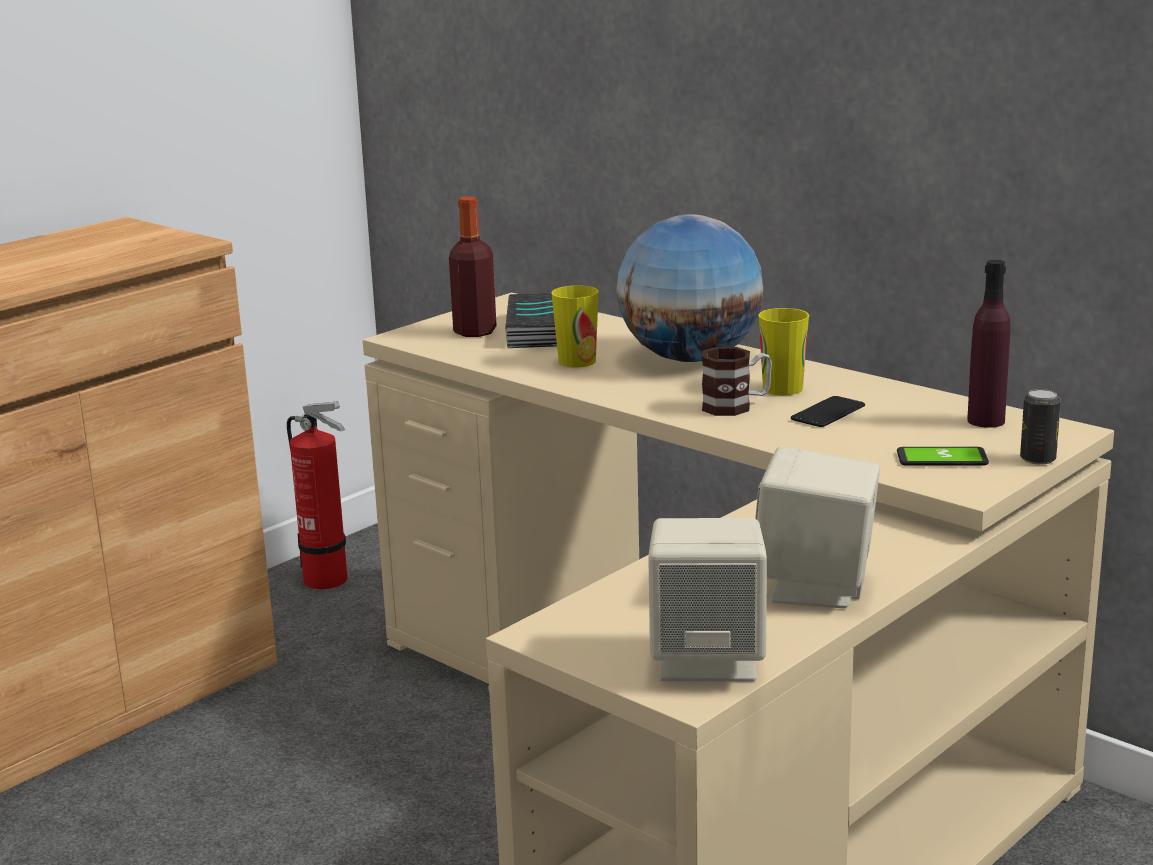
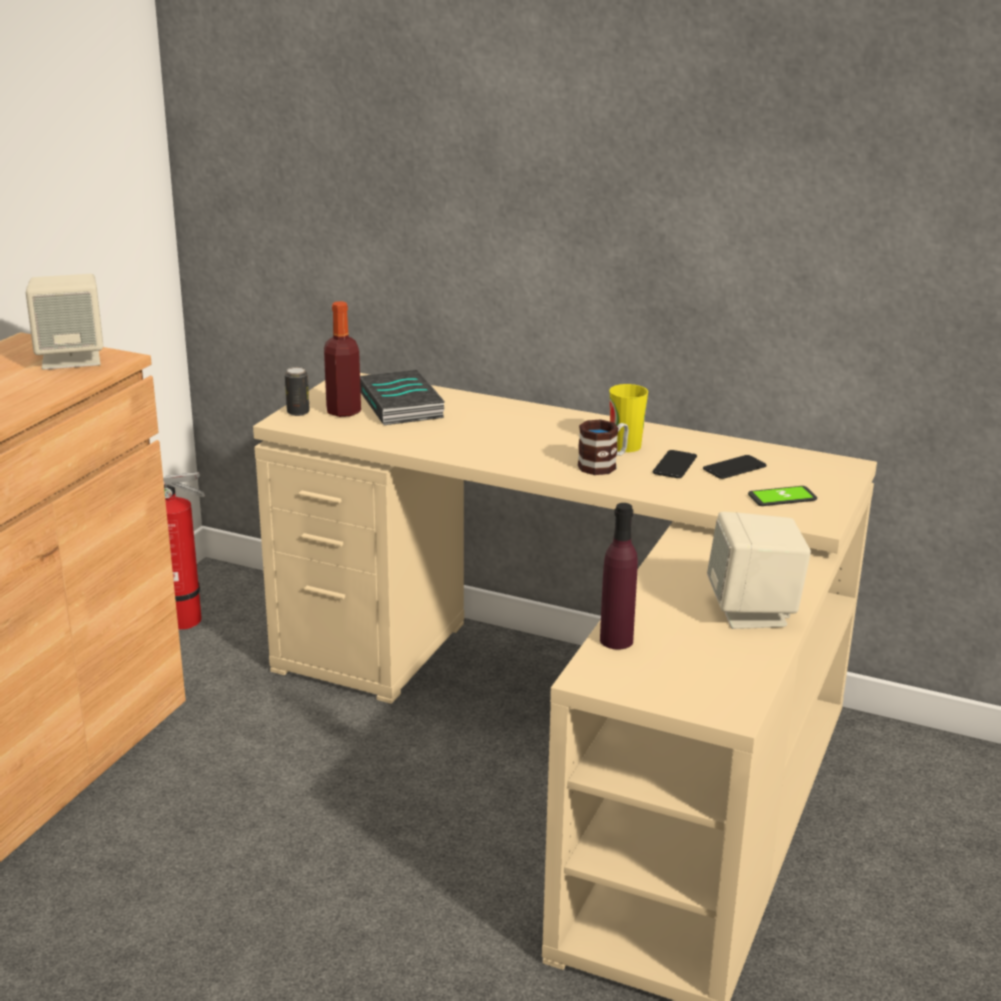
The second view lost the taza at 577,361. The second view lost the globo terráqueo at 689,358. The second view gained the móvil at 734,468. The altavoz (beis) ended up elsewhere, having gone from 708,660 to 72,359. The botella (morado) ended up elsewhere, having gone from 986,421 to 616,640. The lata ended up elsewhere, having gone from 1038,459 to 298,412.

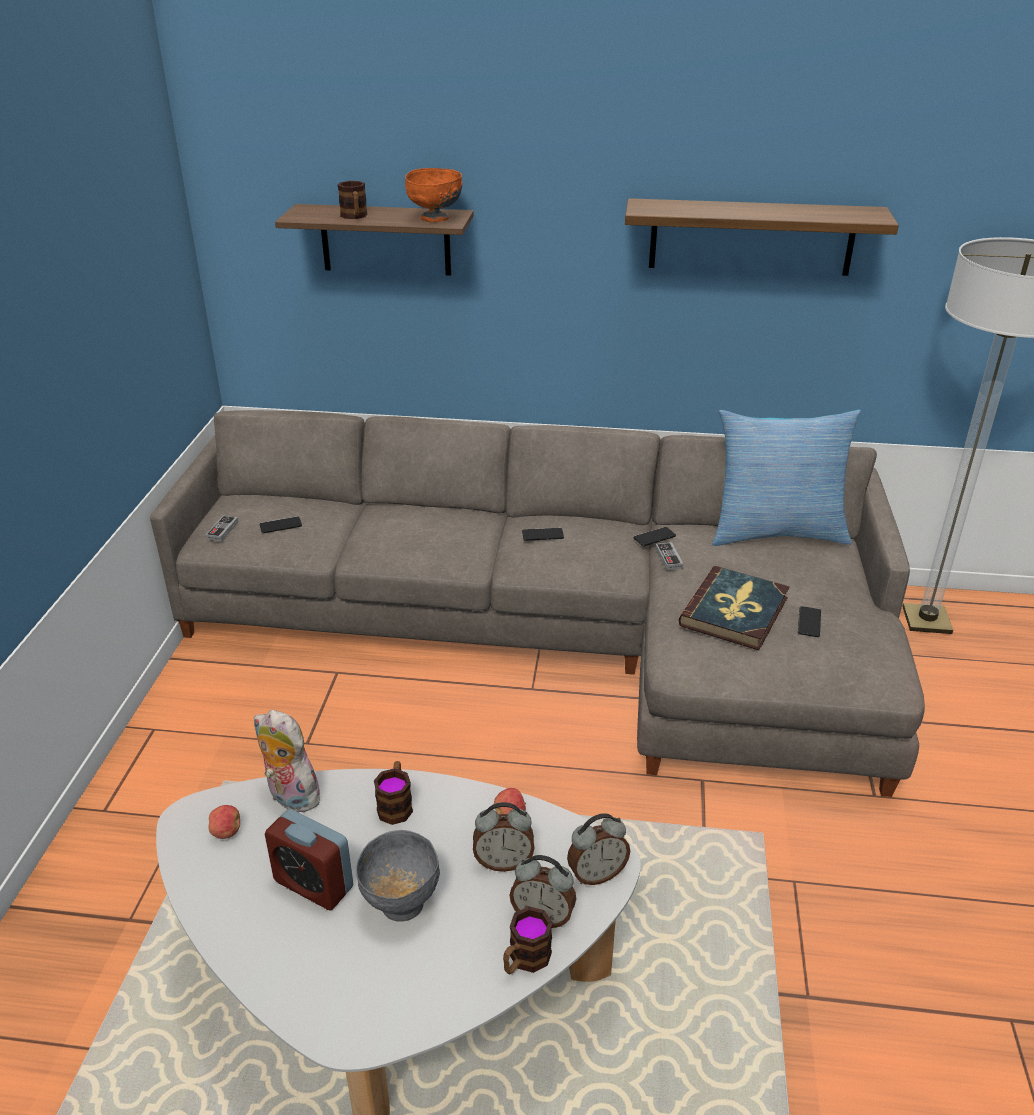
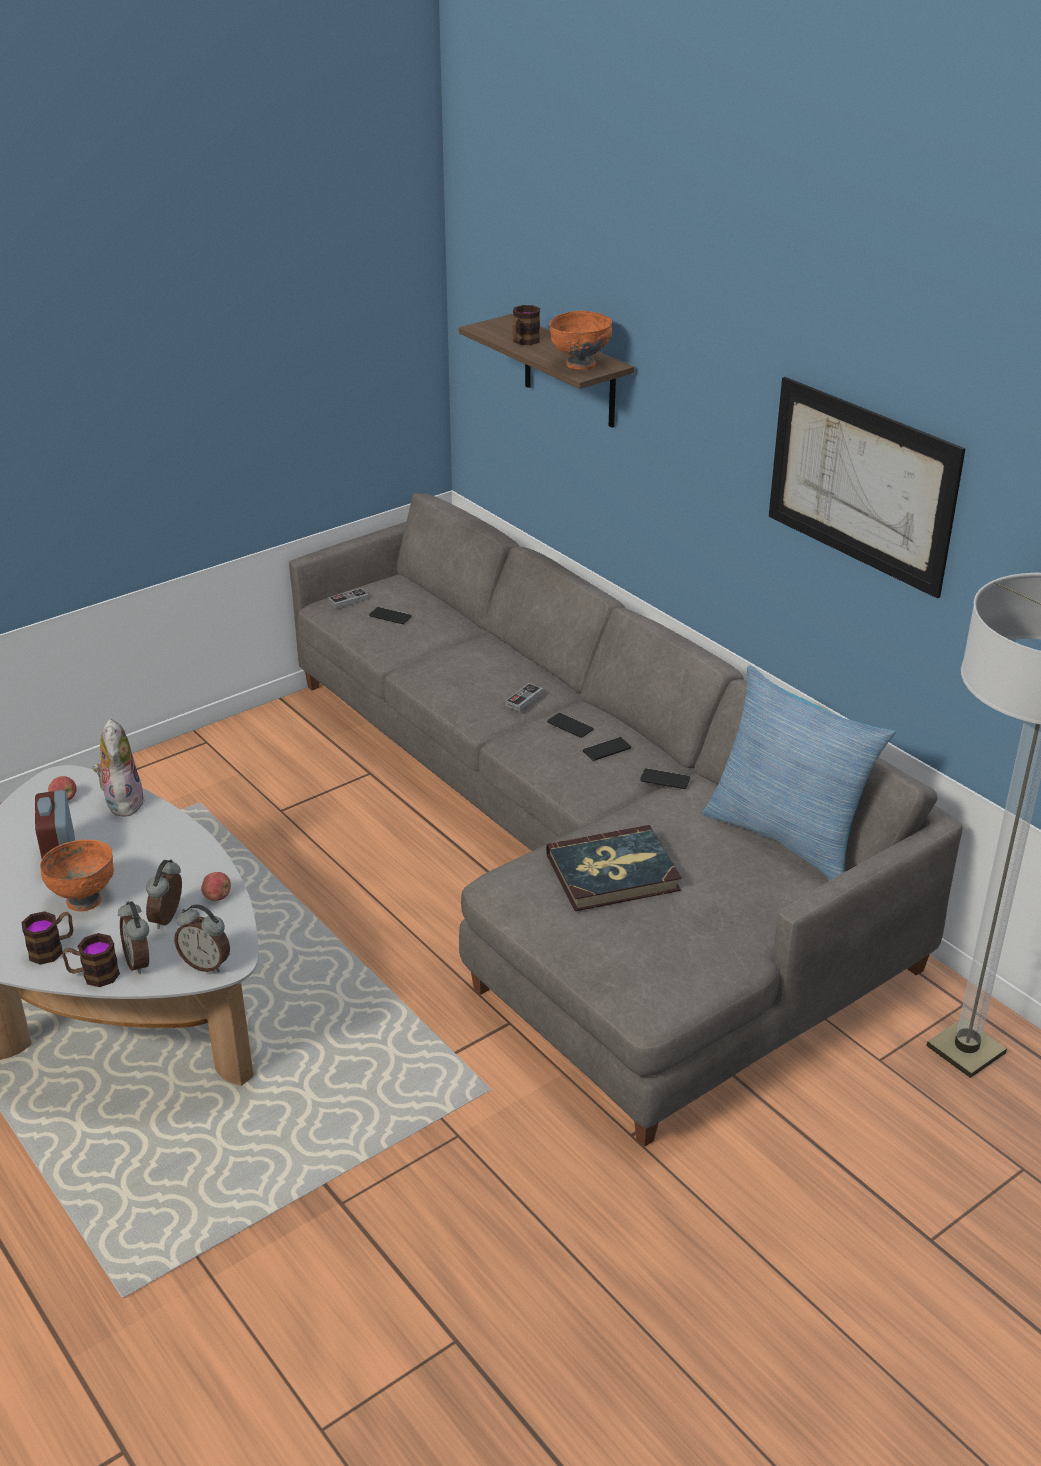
The taza grande ended up elsewhere, having gone from 396,804 to 52,949. The mando de consola ended up elsewhere, having gone from 668,558 to 524,699. The móvil ended up elsewhere, having gone from 809,622 to 606,749. Where the estante hung at 751,237, the cuadro came to hang at 861,484. What was the cuenco (gris) at 400,903 turned into the cuenco (naranja) at 84,899. The despertador at 503,862 ended up facing another way, 60 degrees clockwise from before.

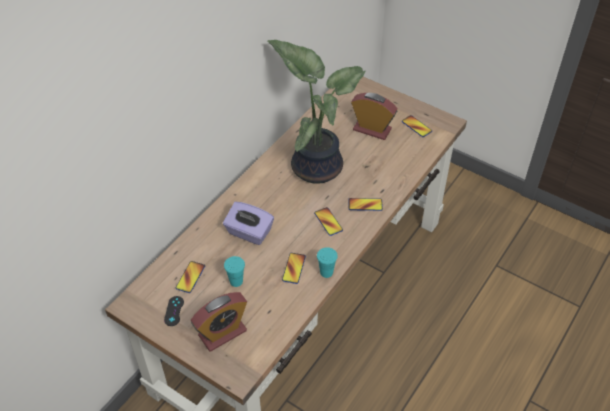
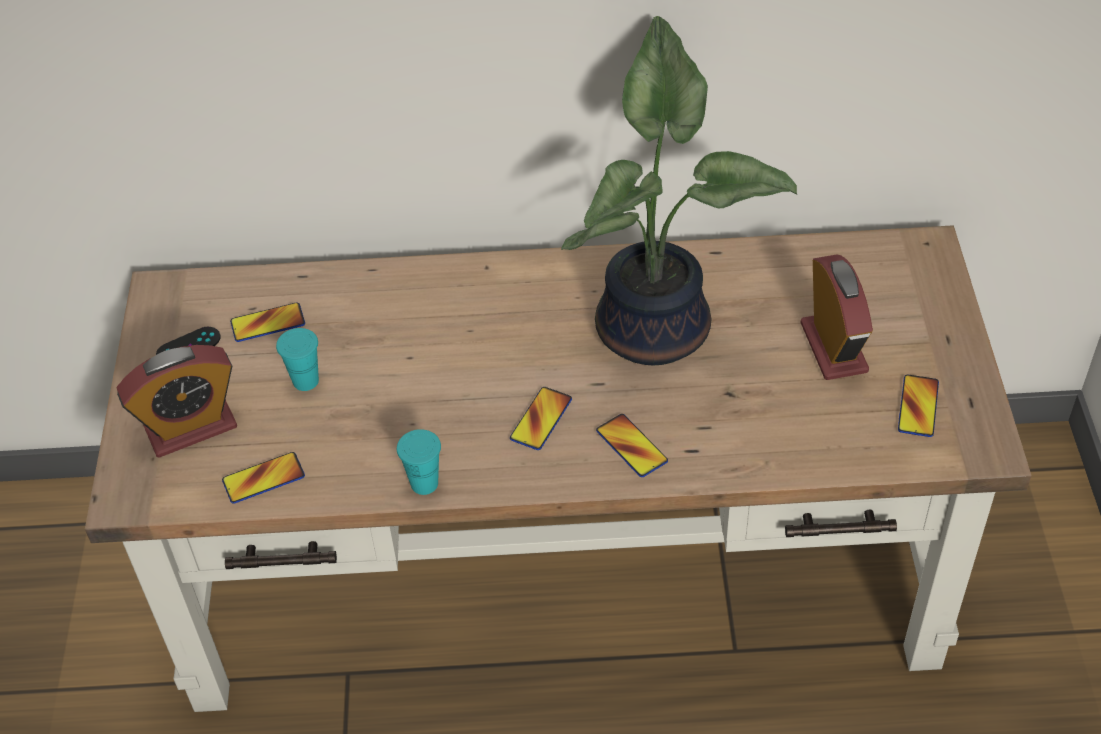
The second view lost the caja de pañuelos (morado) at 249,233. The móvil ended up elsewhere, having gone from 294,268 to 263,479. The despertador at 222,333 ended up facing another way, 45 degrees counterclockwise from before.

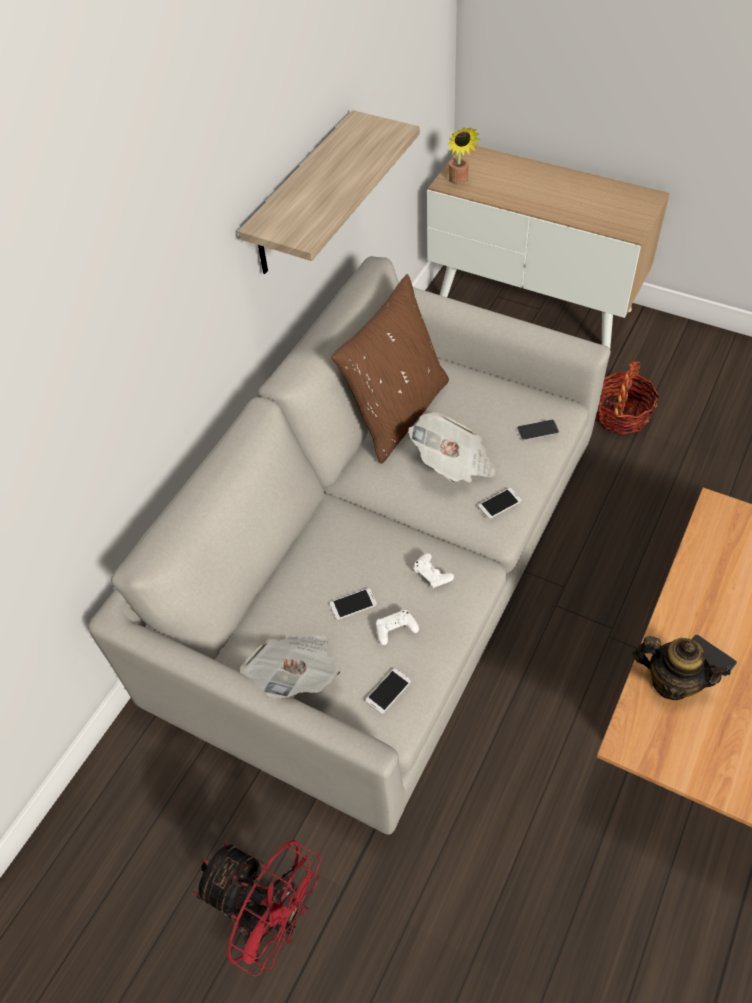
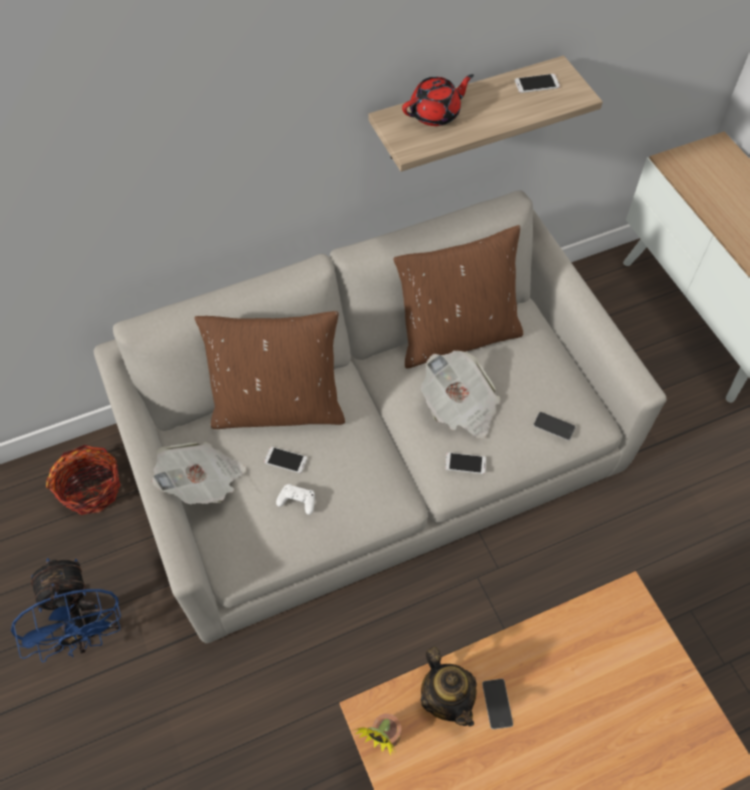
The second view lost the mando de consola (blanco) at 432,574. The second view gained the cojín (marrón) at 278,407. The second view gained the tetera (rojo) at 436,114. The móvil ended up elsewhere, having gone from 388,691 to 537,84. The planta en maceta ended up elsewhere, having gone from 459,181 to 383,740. The cesta ended up elsewhere, having gone from 621,414 to 91,488. What was the ventilador (rojo) at 269,919 turned into the ventilador (azul) at 87,633.

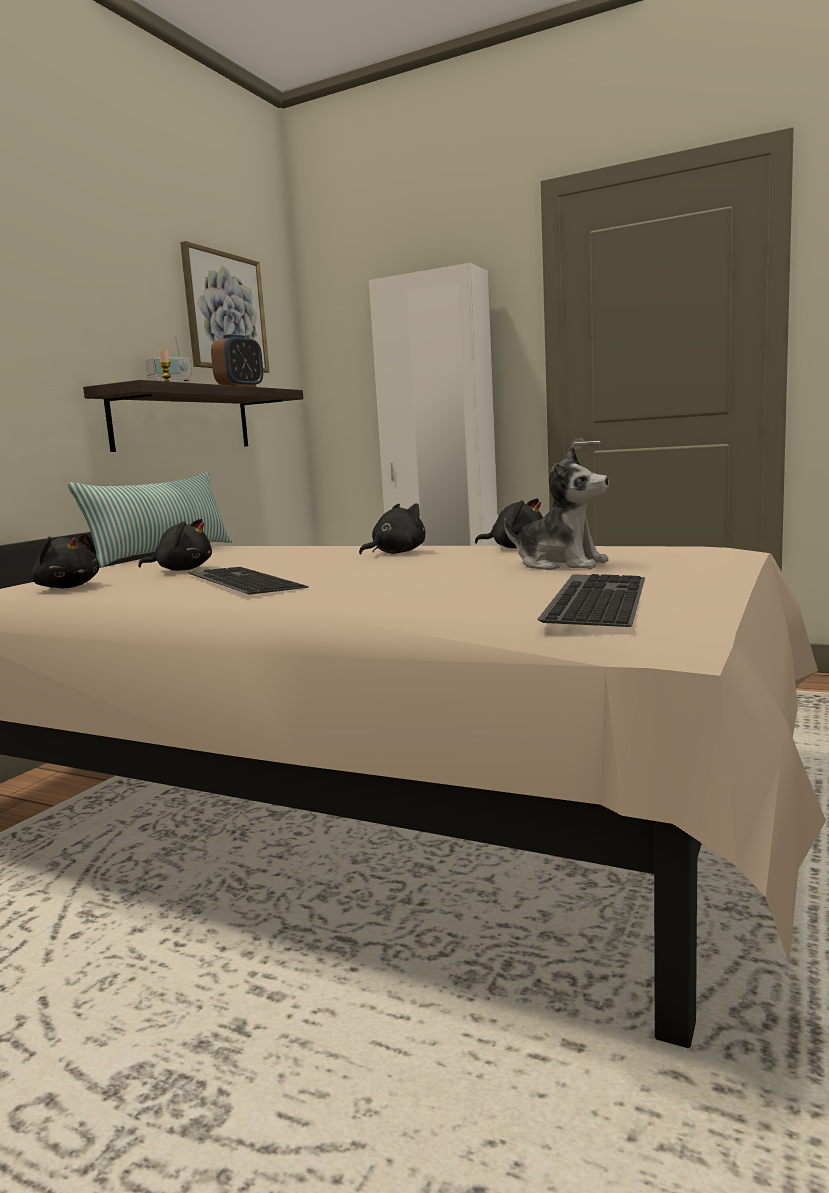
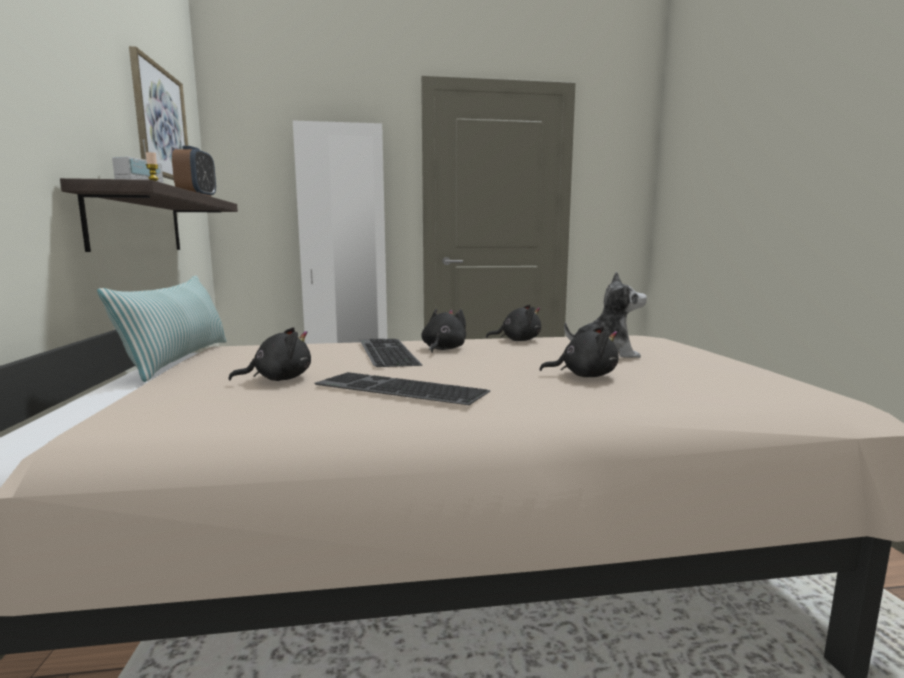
The peluche (negro) ended up elsewhere, having gone from 67,587 to 584,375. The teclado ended up elsewhere, having gone from 593,598 to 384,352.

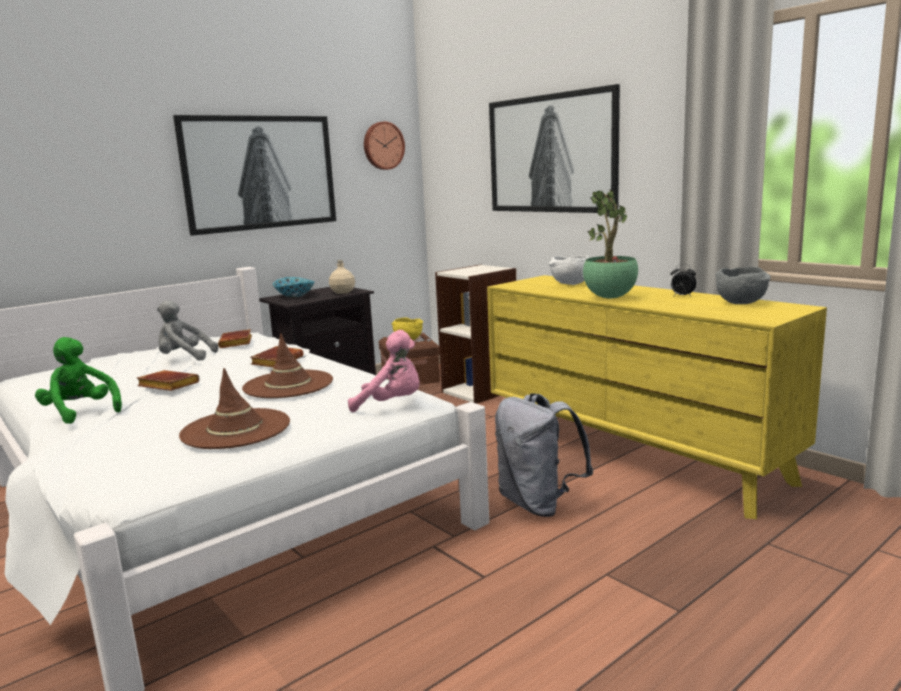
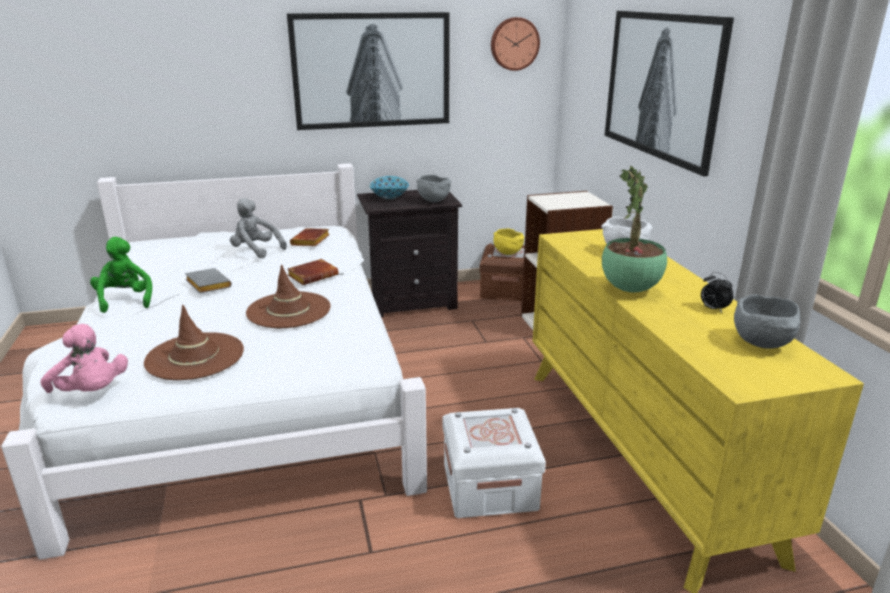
The peluche (rosa) ended up elsewhere, having gone from 391,404 to 91,392. Where the botella (beis) stood at 342,292, the cuenco (gris) came to stand at 433,201. Where the mochila (gris) stood at 538,504, the caja de almacenaje (blanco) came to stand at 490,487. What was the libro (marrón) at 166,386 turned into the libro (gris) at 206,285.

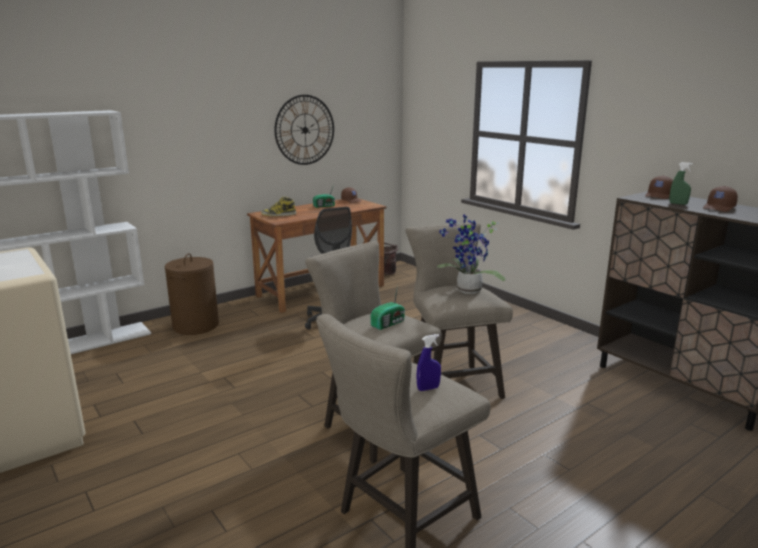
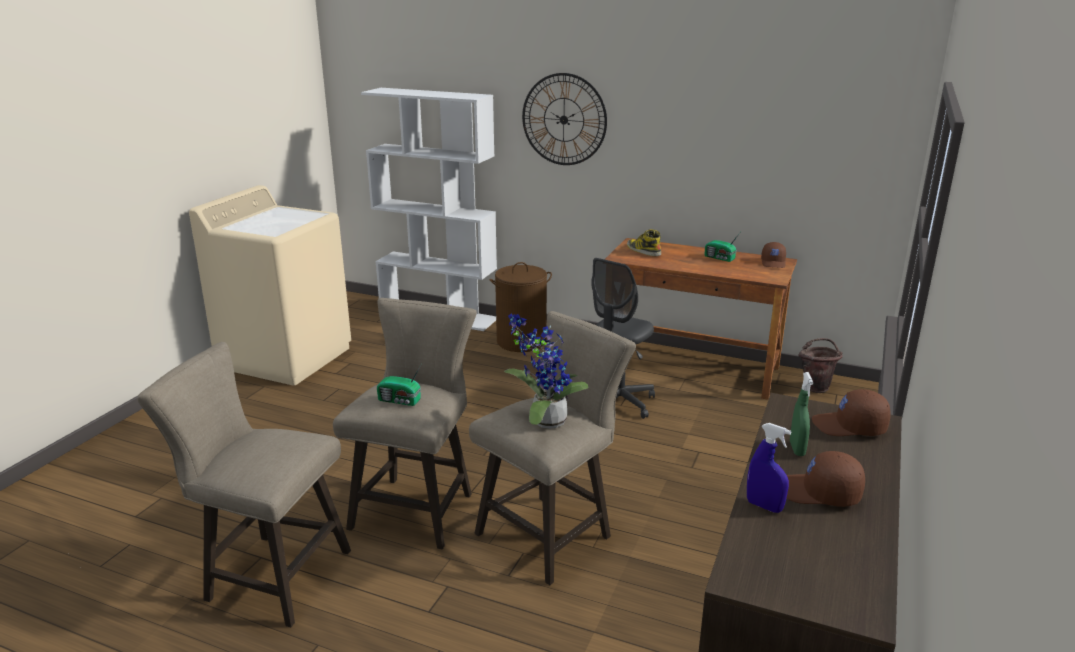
The reloj de pared ended up elsewhere, having gone from 305,130 to 564,119. The pulverizador (azul) ended up elsewhere, having gone from 428,388 to 764,506.

